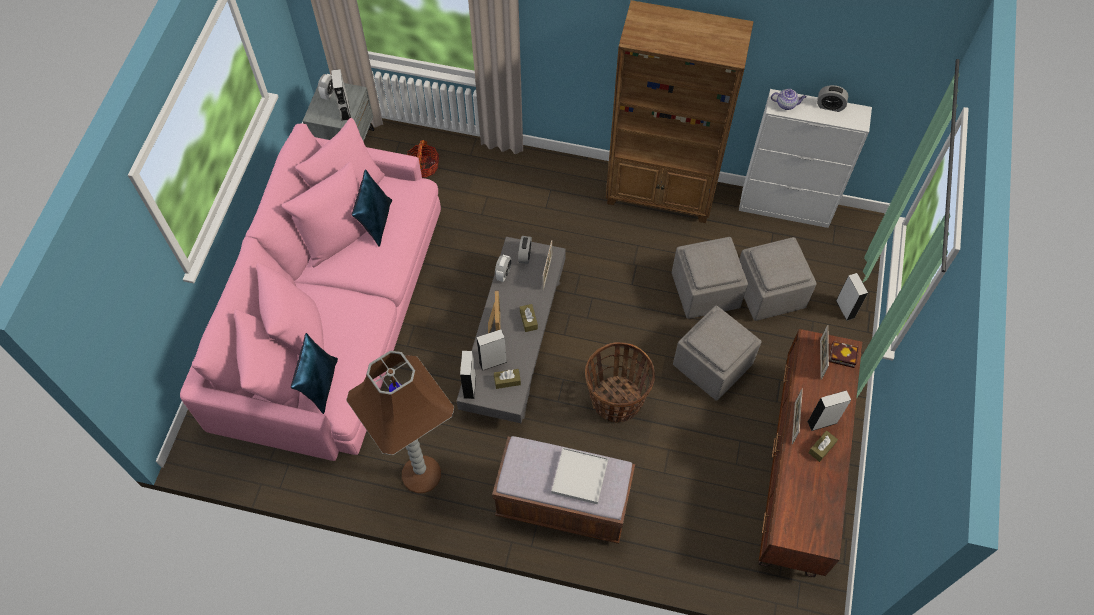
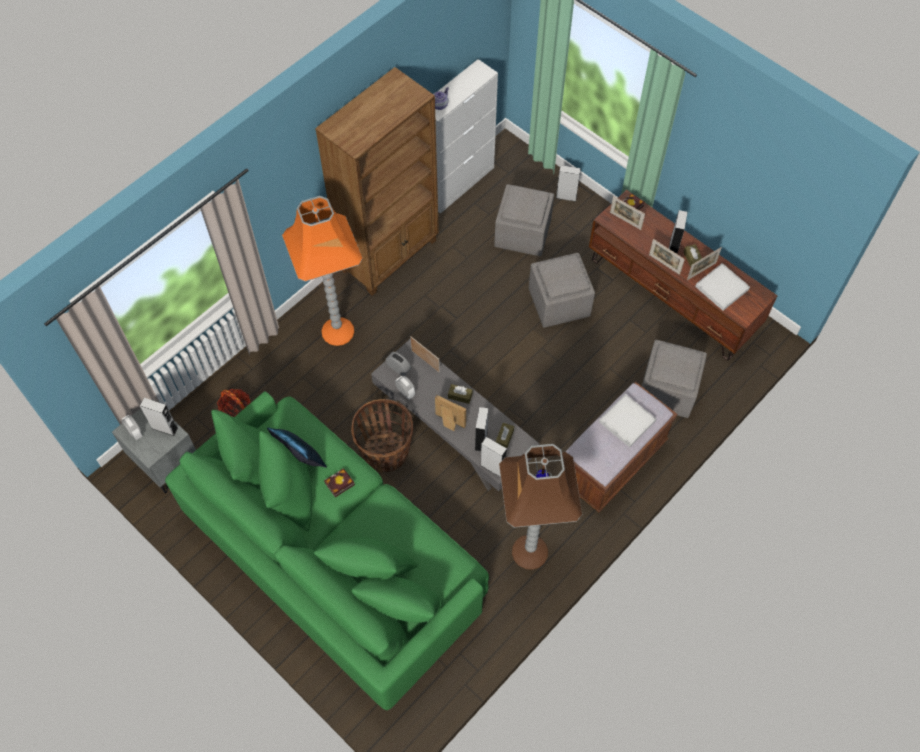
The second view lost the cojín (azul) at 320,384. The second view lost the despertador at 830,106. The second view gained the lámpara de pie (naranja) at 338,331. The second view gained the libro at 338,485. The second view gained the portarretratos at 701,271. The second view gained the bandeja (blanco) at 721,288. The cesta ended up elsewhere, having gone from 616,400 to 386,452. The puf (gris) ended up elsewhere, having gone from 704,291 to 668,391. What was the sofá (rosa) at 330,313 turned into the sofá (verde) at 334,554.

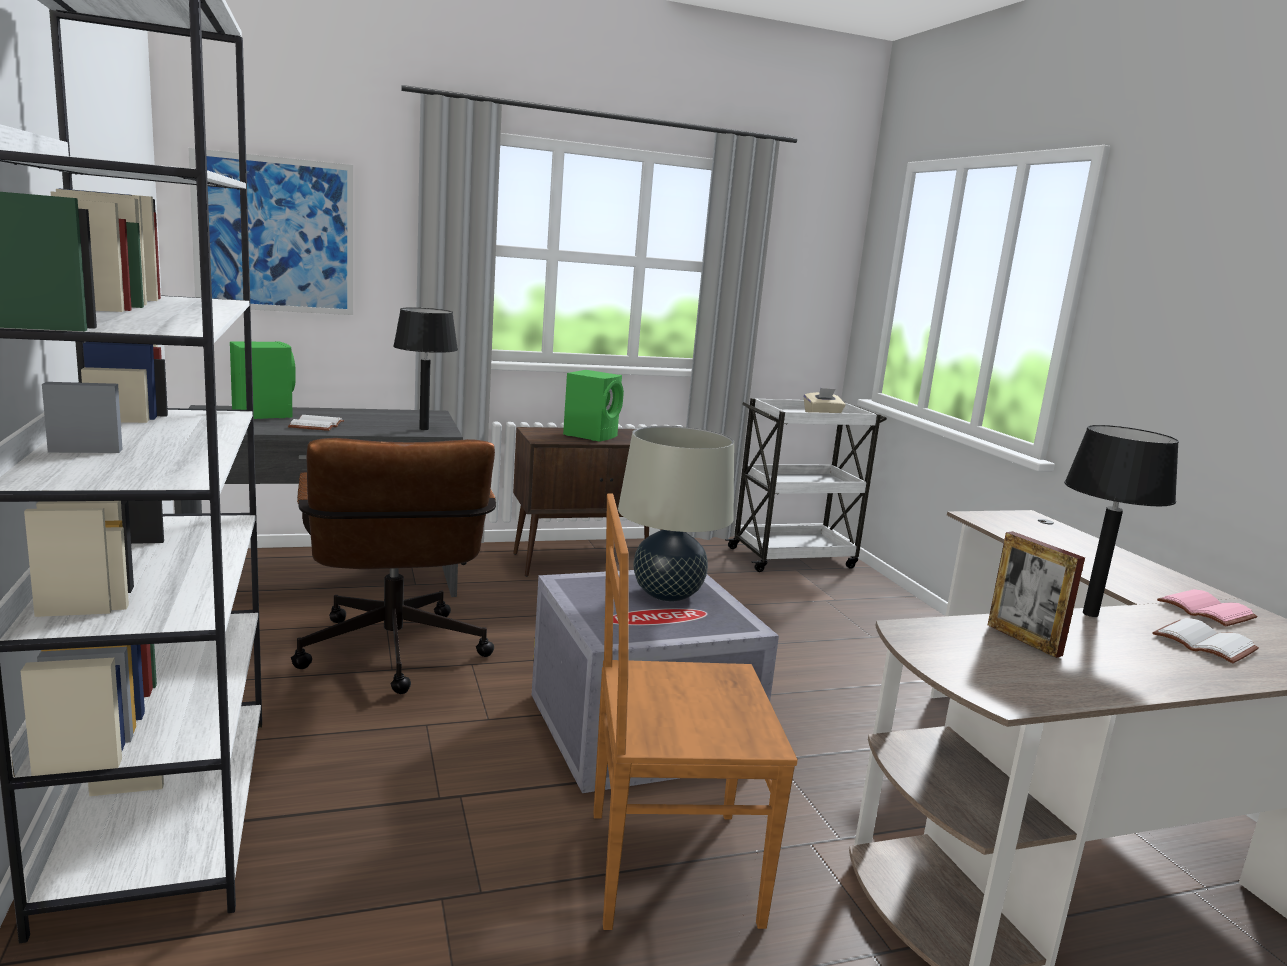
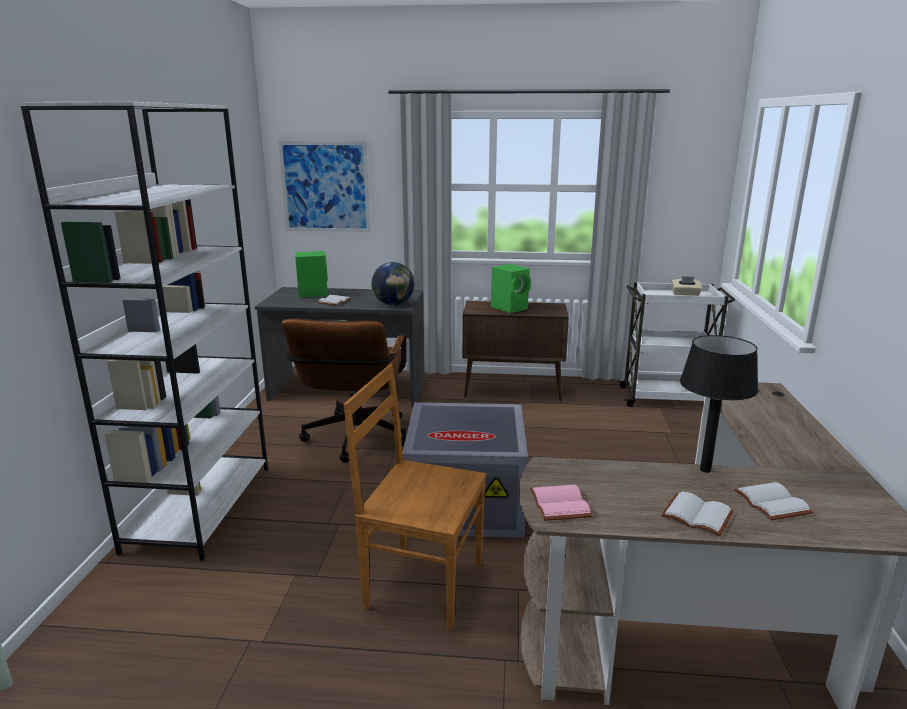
The second view lost the lámpara de mesa (beis) at 667,594. The second view lost the portarretratos at 1023,640. The second view gained the libro (blanco) at 695,516. The libro (rosa) ended up elsewhere, having gone from 1203,610 to 558,504. Where the lámpara de mesa (negro) stood at 424,429, the globo terráqueo came to stand at 393,304.

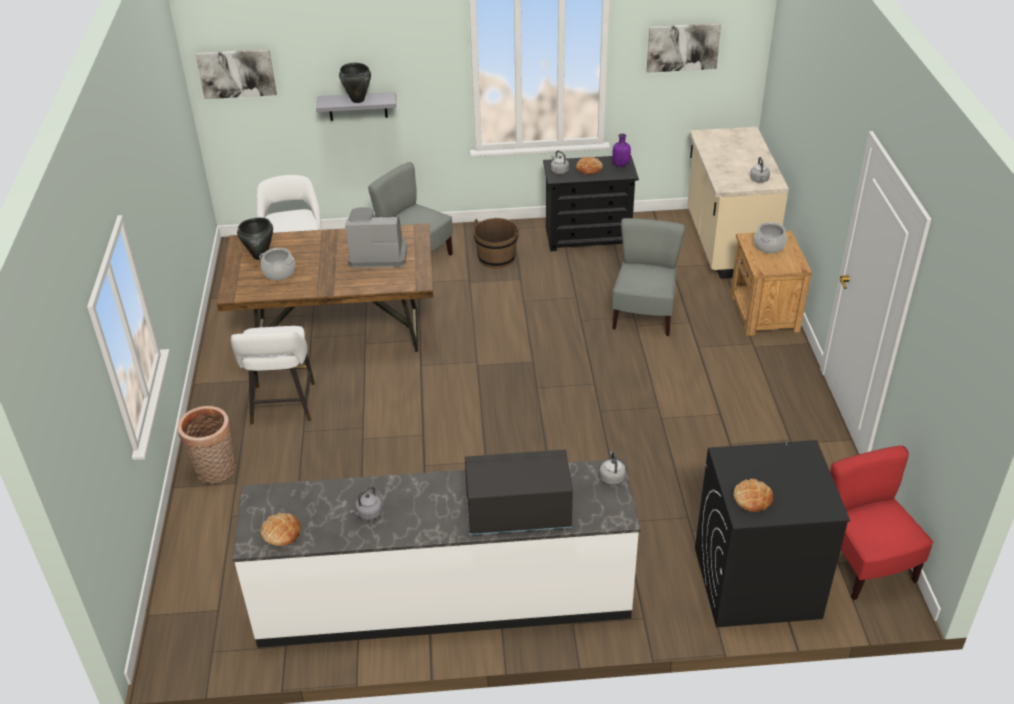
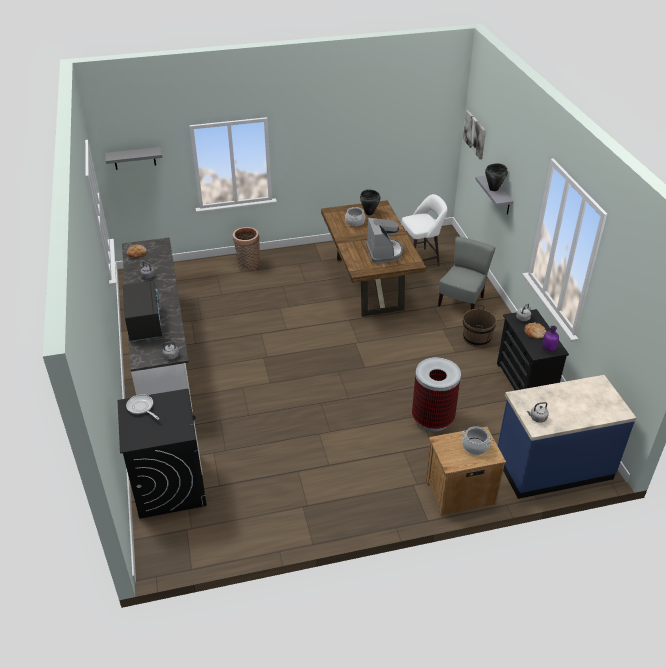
The second view lost the taburete (blanco) at 282,407. The second view lost the cuadro at 683,47. The second view lost the silla (rojo) at 866,564. The second view gained the estante (gris) at 134,158. Where the silla (gris) stood at 644,316, the papelera came to stand at 433,419. Where the pan stood at 752,498, the sartén came to stand at 141,408. What was the mueble bajo de cocina (beis) at 726,244 turned into the mueble bajo de cocina (azul) at 553,466.

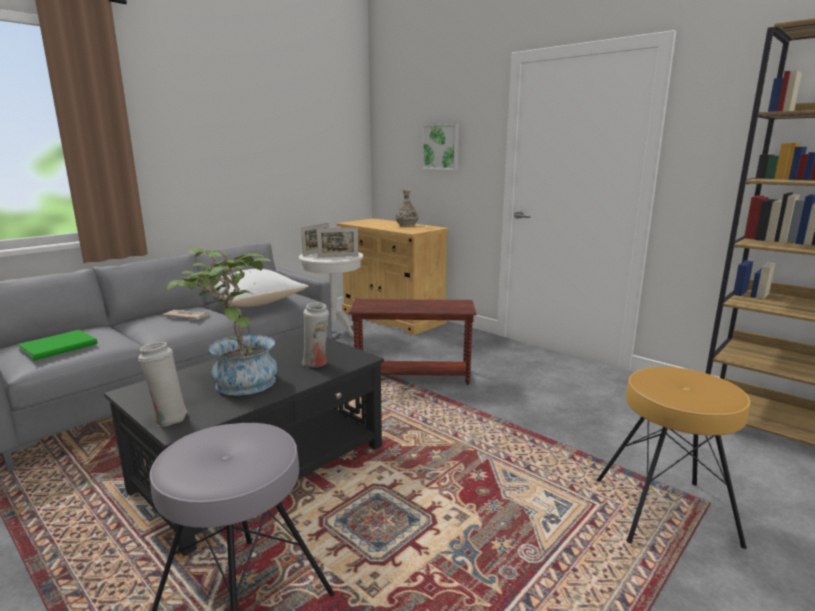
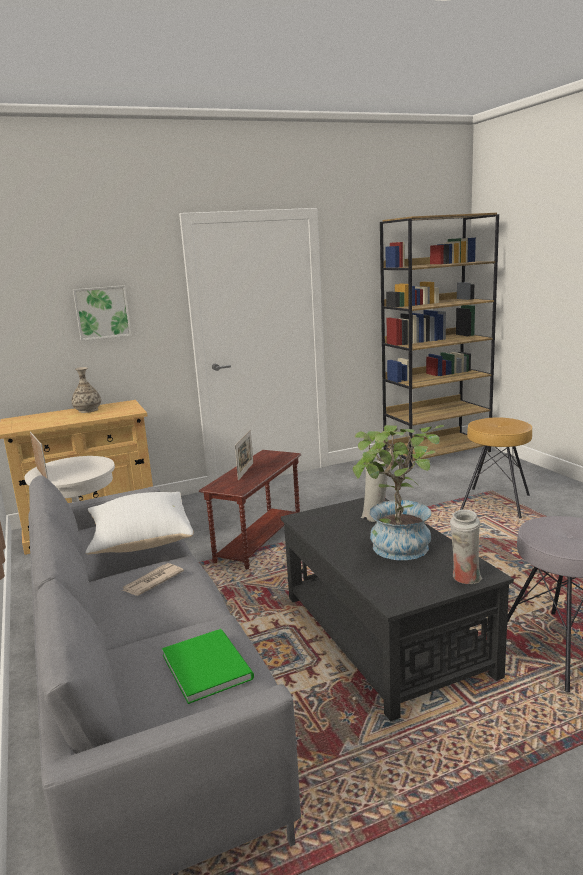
The portarretratos ended up elsewhere, having gone from 338,256 to 245,471.

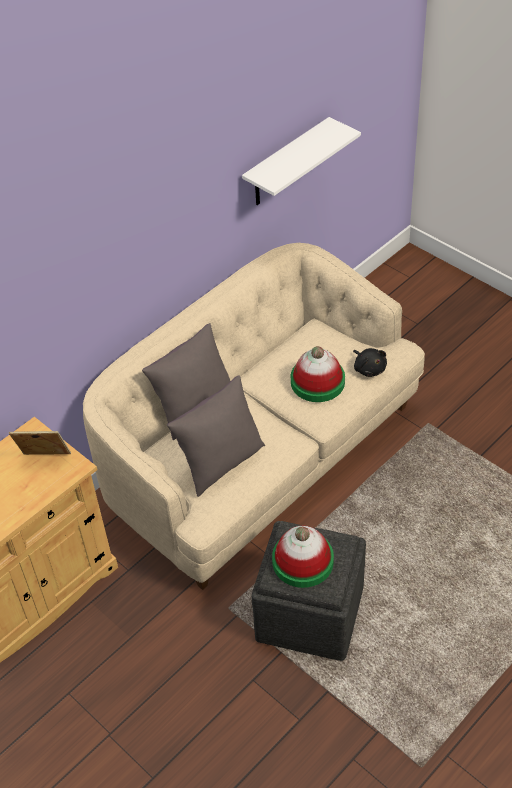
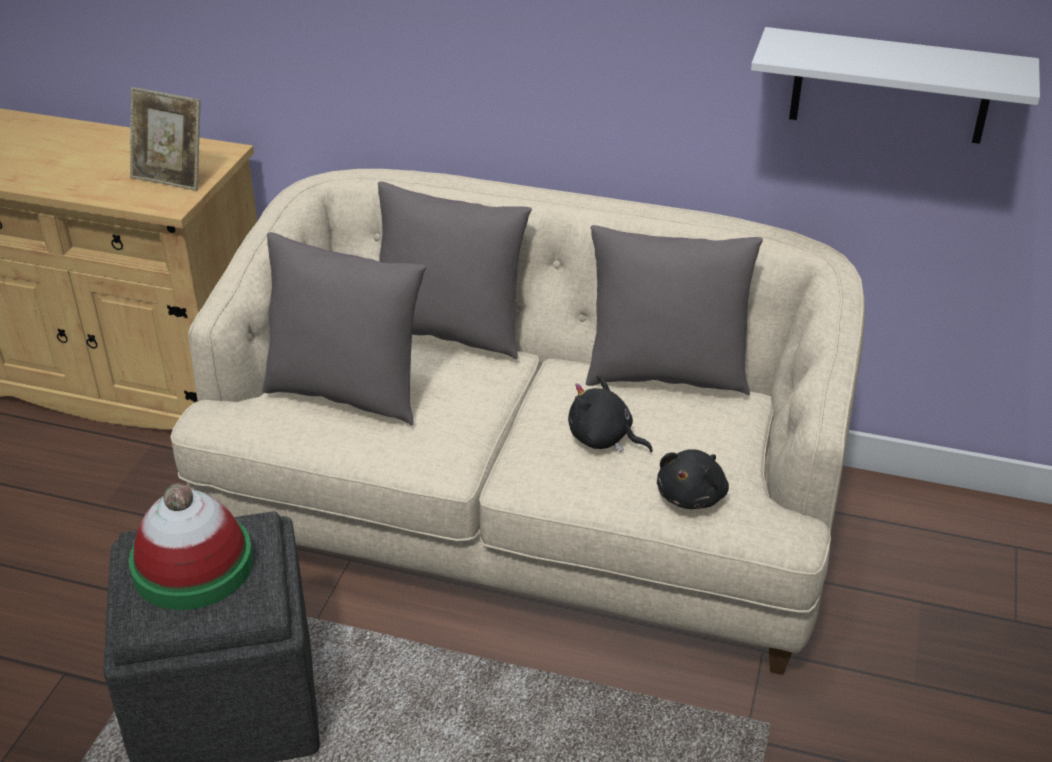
The second view gained the cojín (gris) at 666,375. Where the sombrero stood at 317,382, the peluche (negro) came to stand at 603,438. The portarretratos at 45,460 ended up facing another way, 135 degrees clockwise from before.

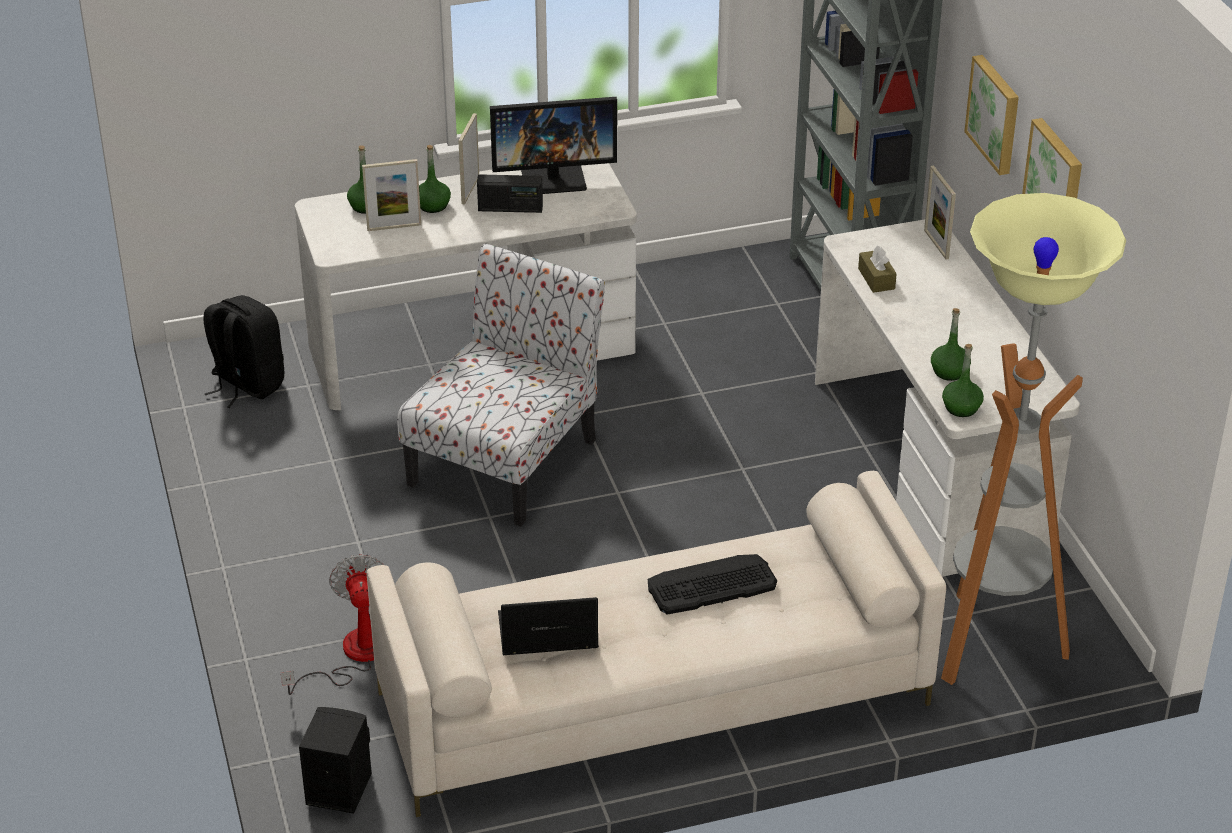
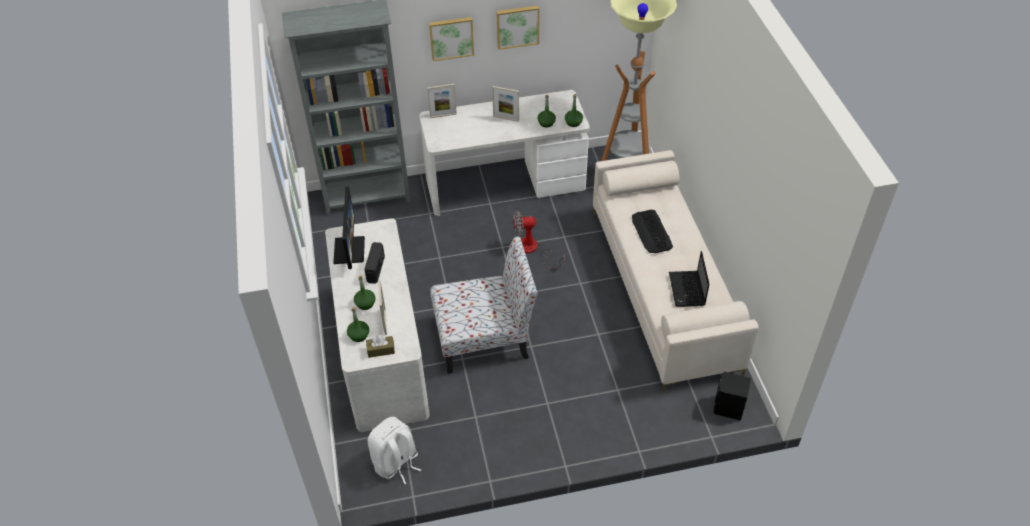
The ventilador ended up elsewhere, having gone from 353,655 to 533,250. The portarretratos ended up elsewhere, having gone from 470,190 to 506,118. The caja de pañuelos (marrón) ended up elsewhere, having gone from 876,279 to 381,350. What was the mochila (negro) at 246,384 turned into the mochila (blanco) at 396,463. The silla at 506,460 ended up facing another way, 135 degrees clockwise from before.

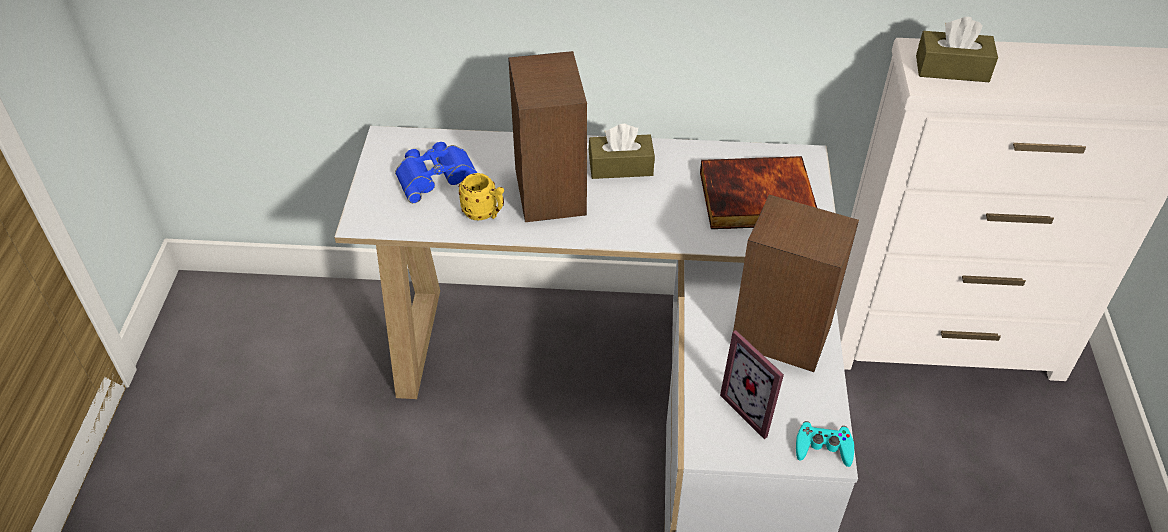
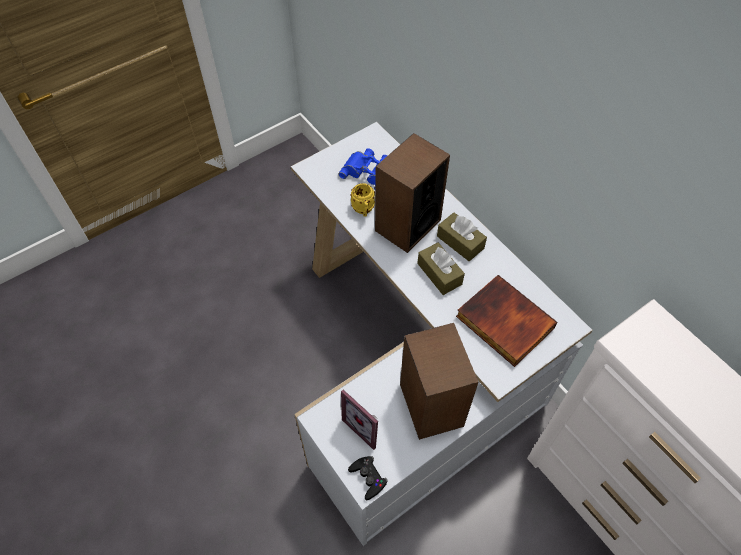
The caja de pañuelos (marrón) ended up elsewhere, having gone from 952,69 to 439,274. What was the mando de consola (turquesa) at 823,447 turned into the mando de consola (negro) at 368,478. The portarretratos at 756,407 ended up facing another way, 60 degrees counterclockwise from before.

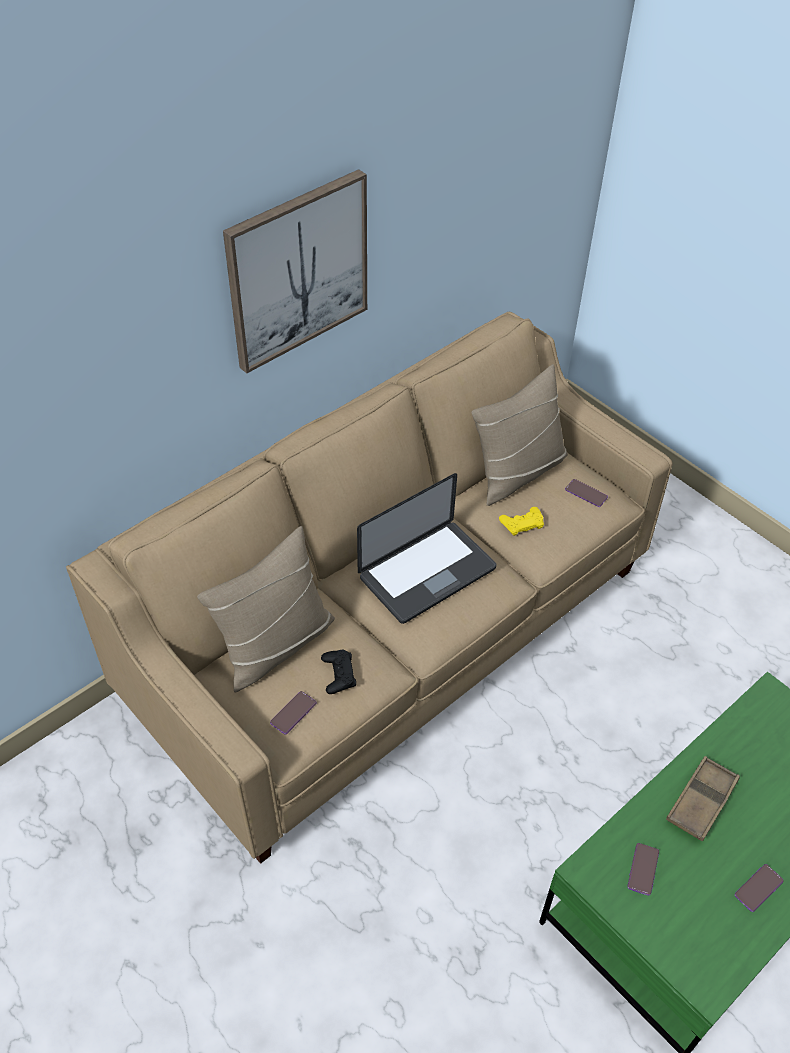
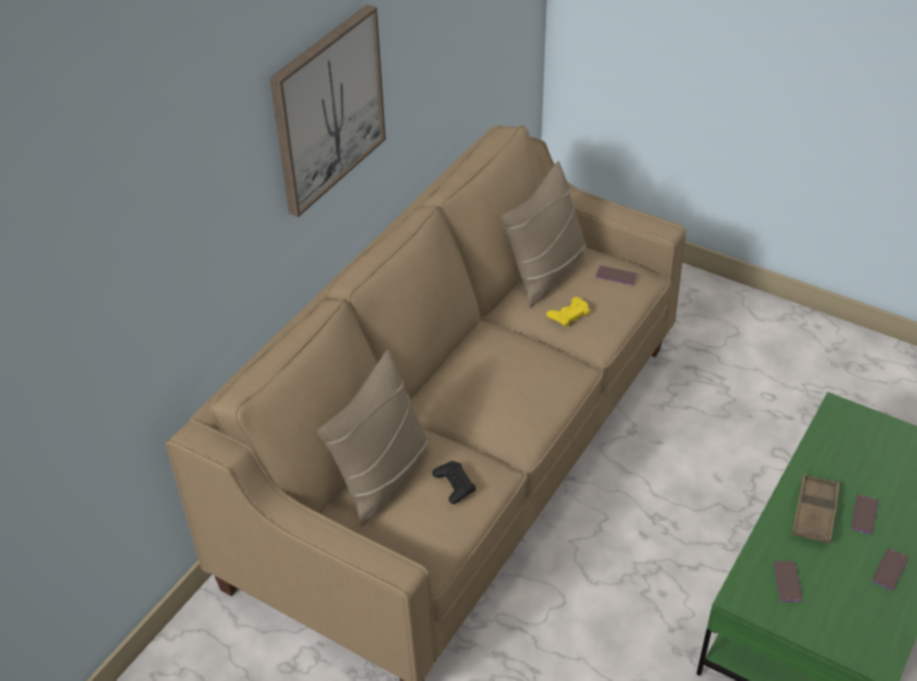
The second view lost the portátil at 427,573. The móvil ended up elsewhere, having gone from 293,713 to 864,515.

